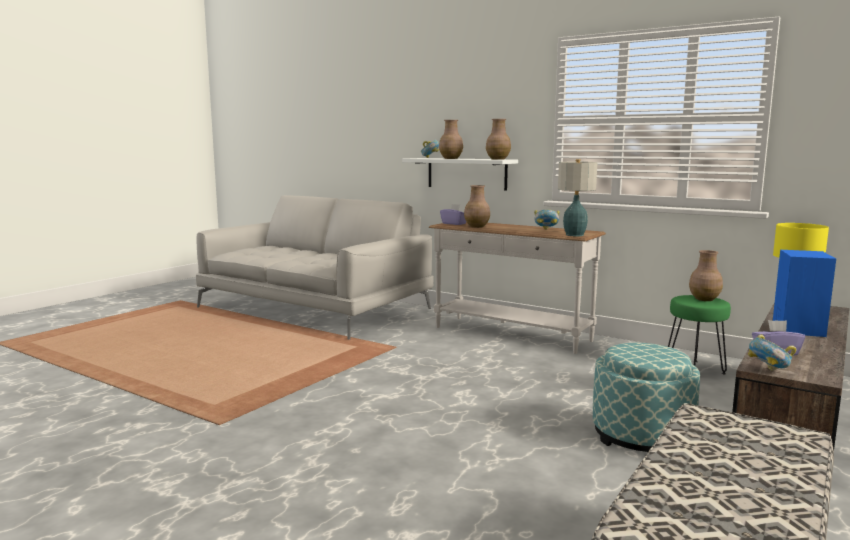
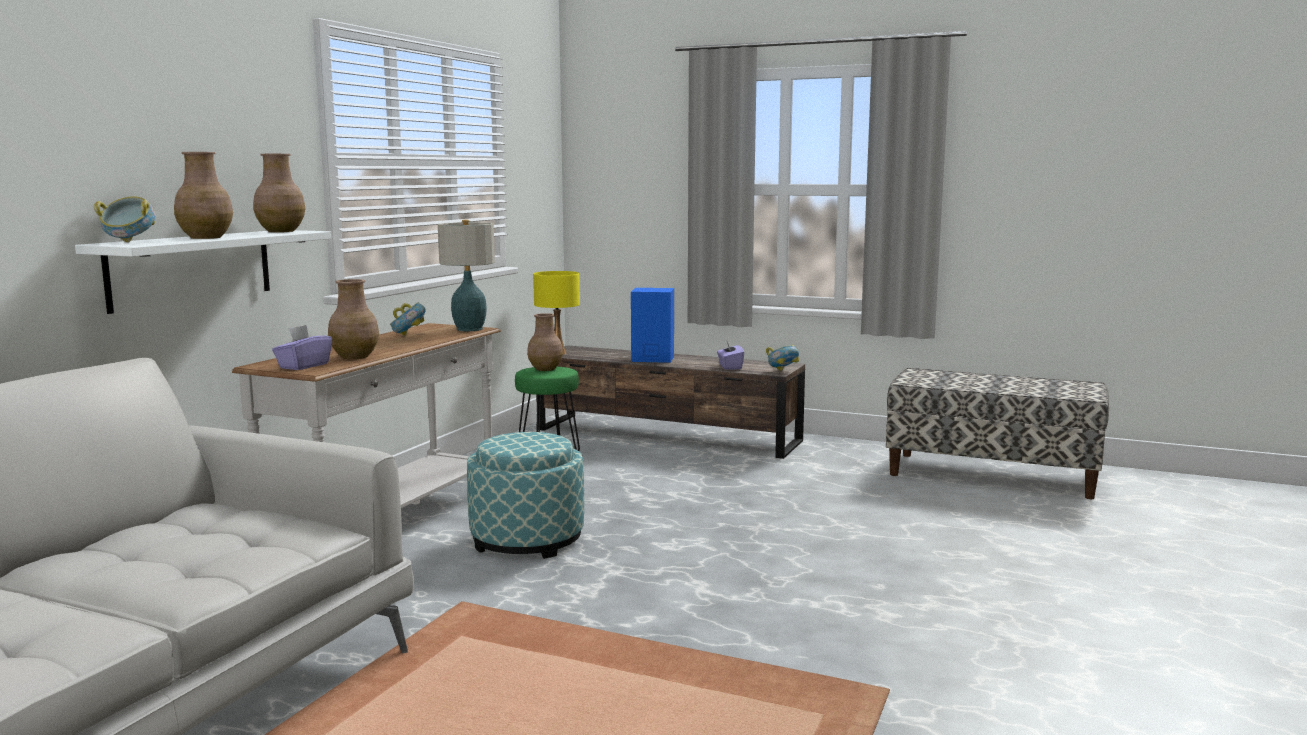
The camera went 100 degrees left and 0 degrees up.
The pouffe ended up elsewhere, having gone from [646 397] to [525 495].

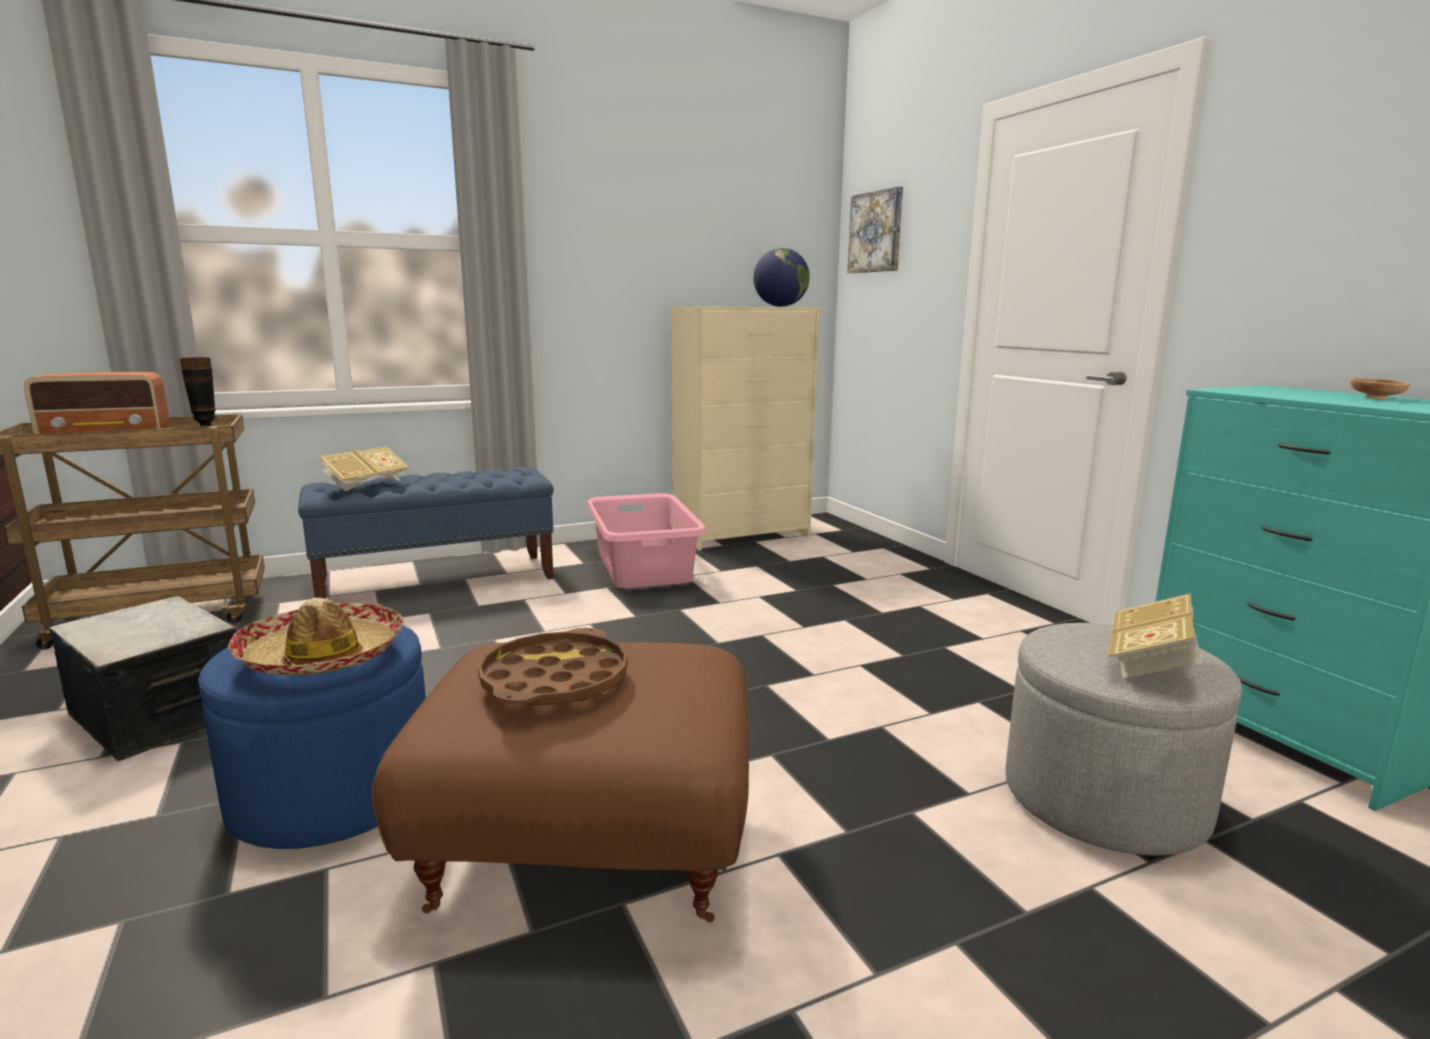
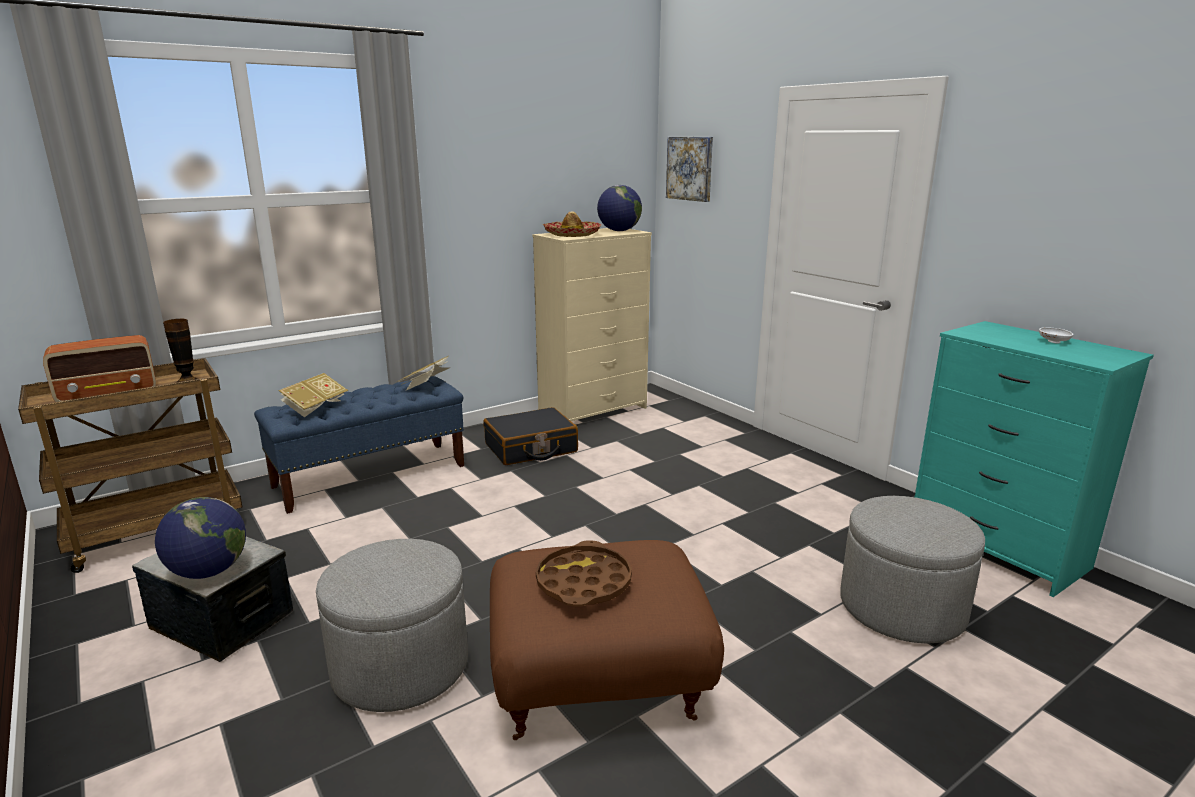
The camera went 10 degrees left and 5 degrees up.
What was the blue-coloured pouffe at [312 737] turned into the gray pouffe at [392 625].
The wearable hat ended up elsewhere, having gone from [315 636] to [571 224].
Where the pink-coloured washing basket stood at [646 540], the blackish suitcase came to stand at [531 436].
The book ended up elsewhere, having gone from [1155 636] to [423 373].
What was the brown-coloured serving bowl at [1380 388] turned into the white-coloured serving bowl at [1056 335].
The second view gained the world globe at [200 538].

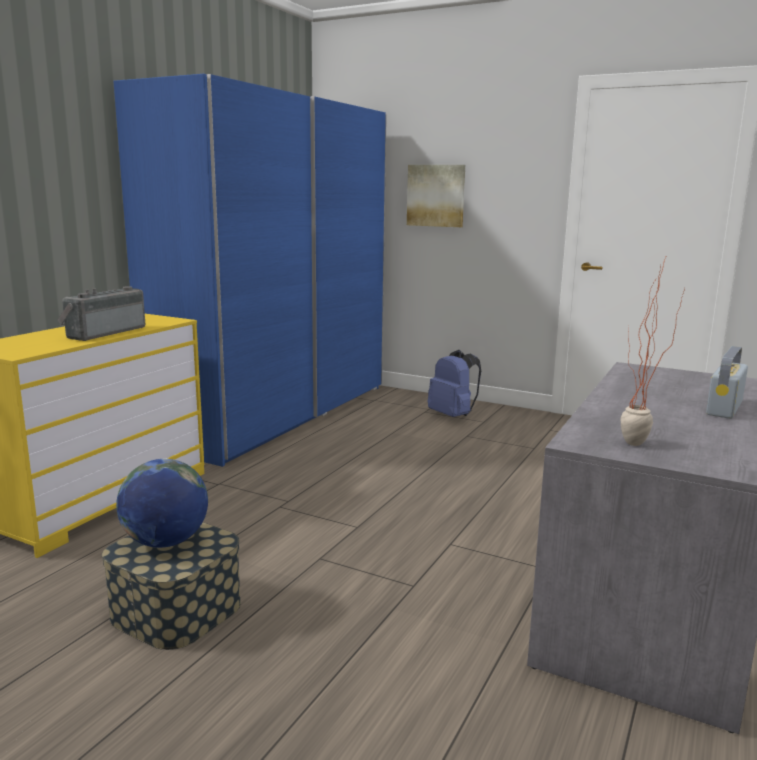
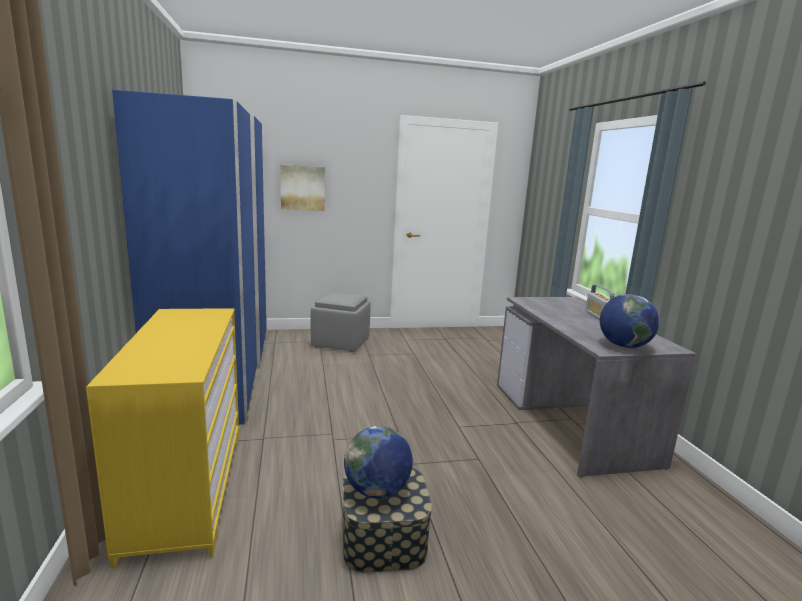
The camera went 40 degrees left and 0 degrees up.
The second view lost the radio at [101 313].
Where the blue-coloured backpack stood at [454 383], the gray pouffe came to stand at [341 322].
Where the houseplant stood at [652 350], the world globe came to stand at [629 321].

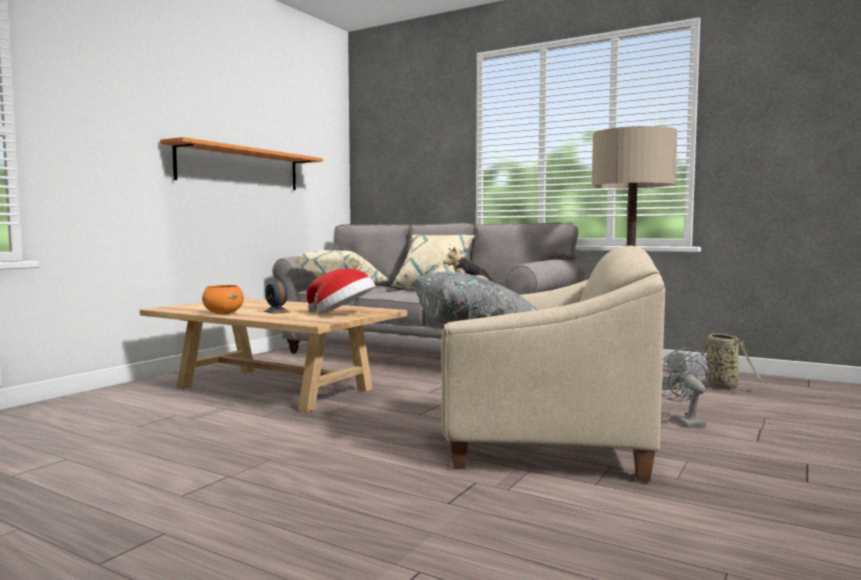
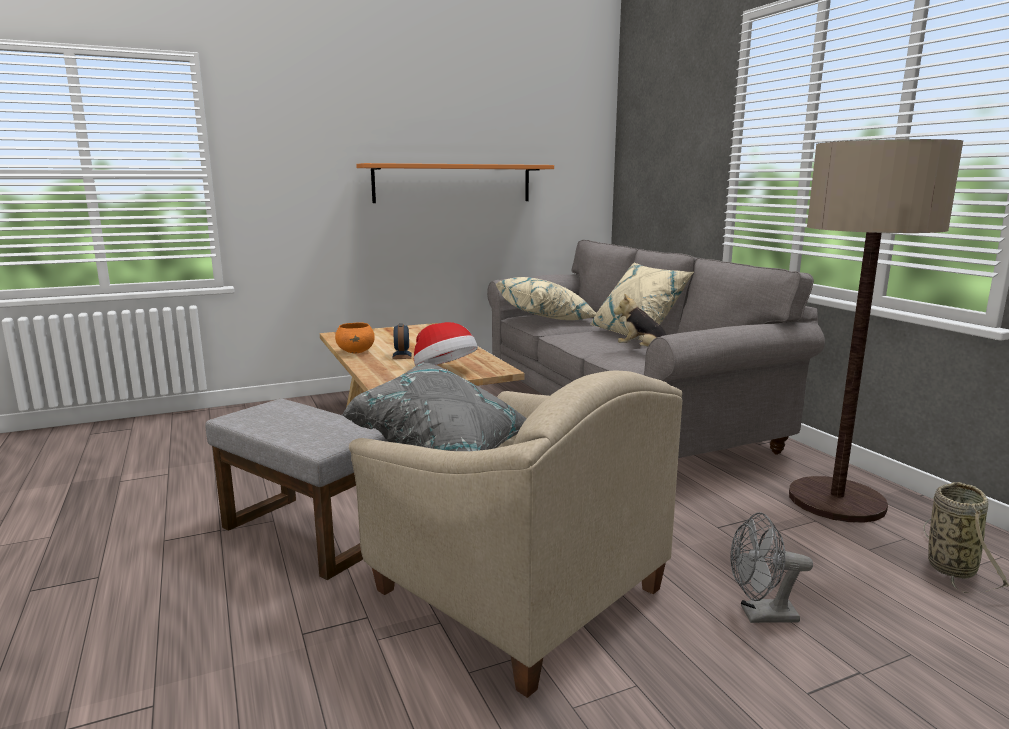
The camera went 35 degrees right and 10 degrees up.
The gray electric fan at [686 388] ended up facing another way, 120 degrees counterclockwise from before.
The second view gained the gray pouffe at [296 489].

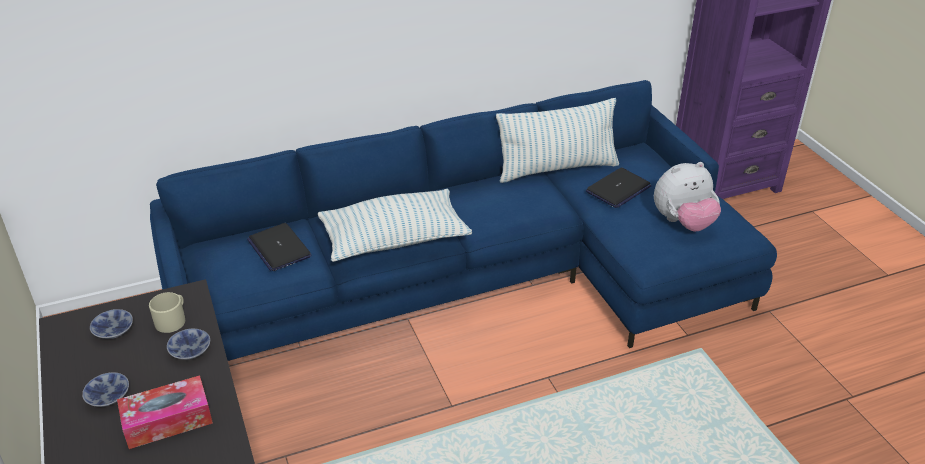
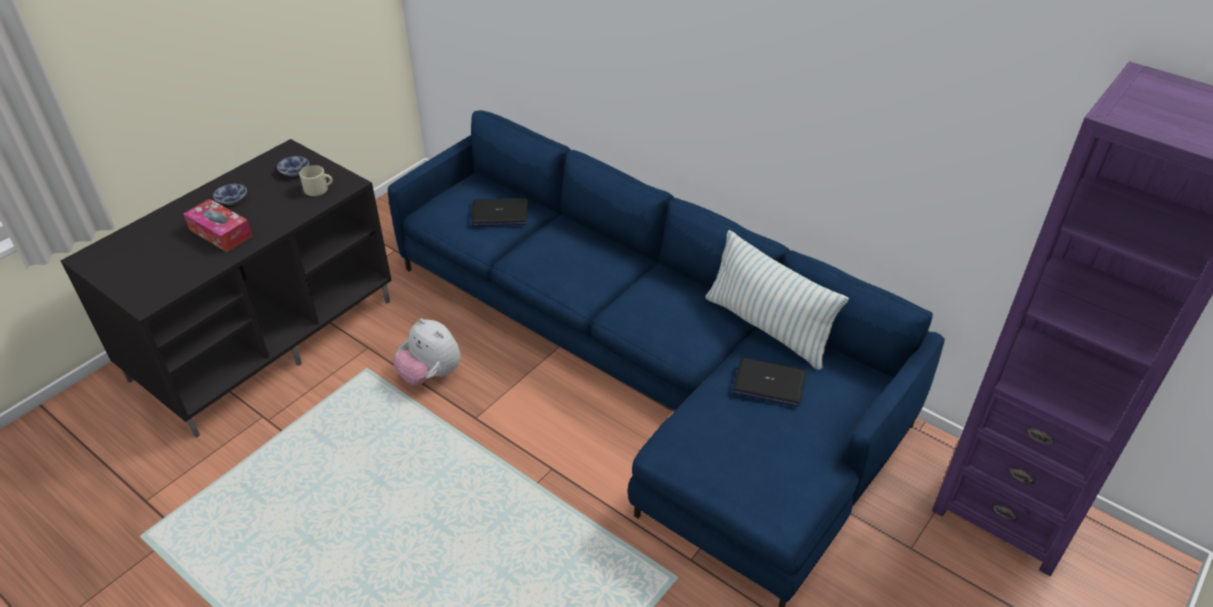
The camera went 60 degrees right and 5 degrees up.
The second view lost the serving bowl at [188 344].
The portable computer at [279 247] ended up facing another way, 120 degrees counterclockwise from before.
The second view lost the cushion at [395 225].
The soft toy ended up elsewhere, having gone from [687 196] to [427 351].

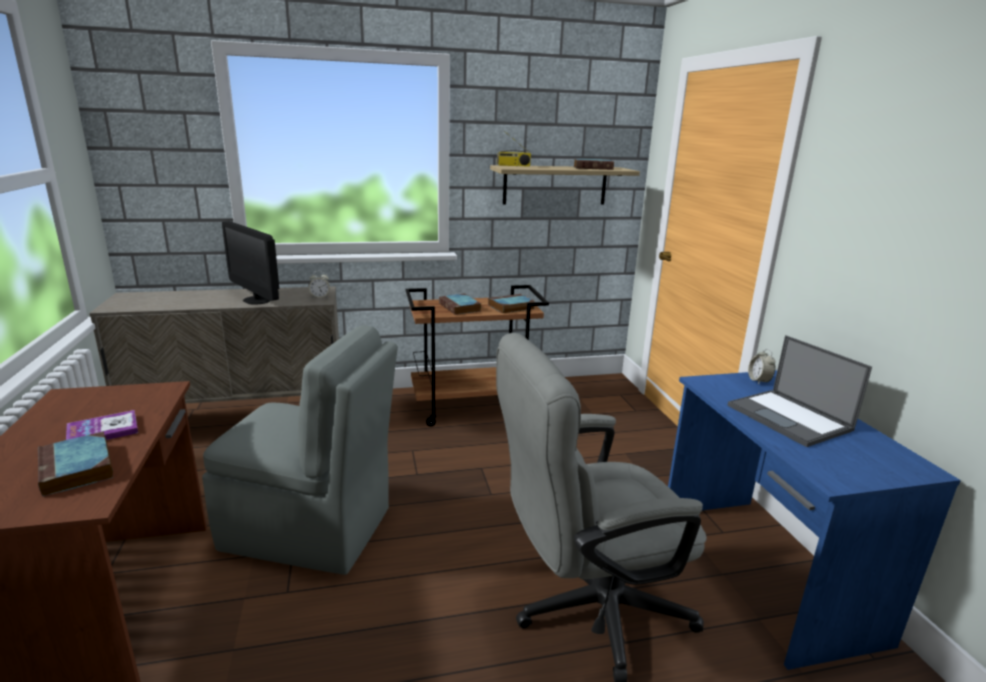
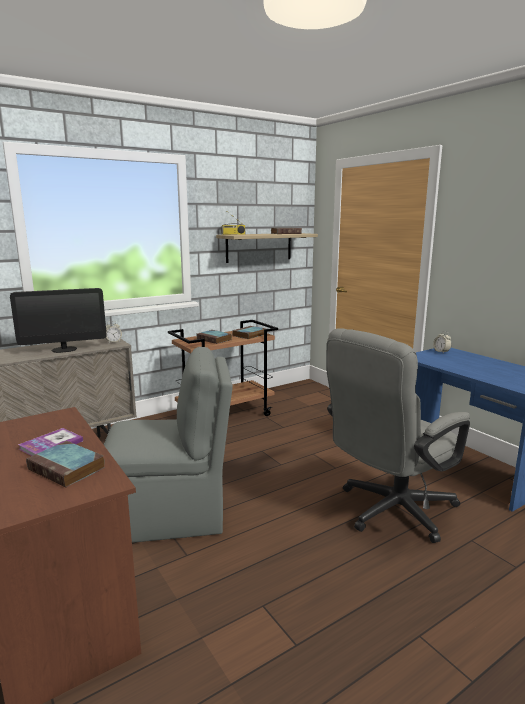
The camera went 20 degrees left and 5 degrees down.
The computer screen at [250 263] ended up facing another way, 45 degrees counterclockwise from before.
The second view lost the portable computer at [799 391].

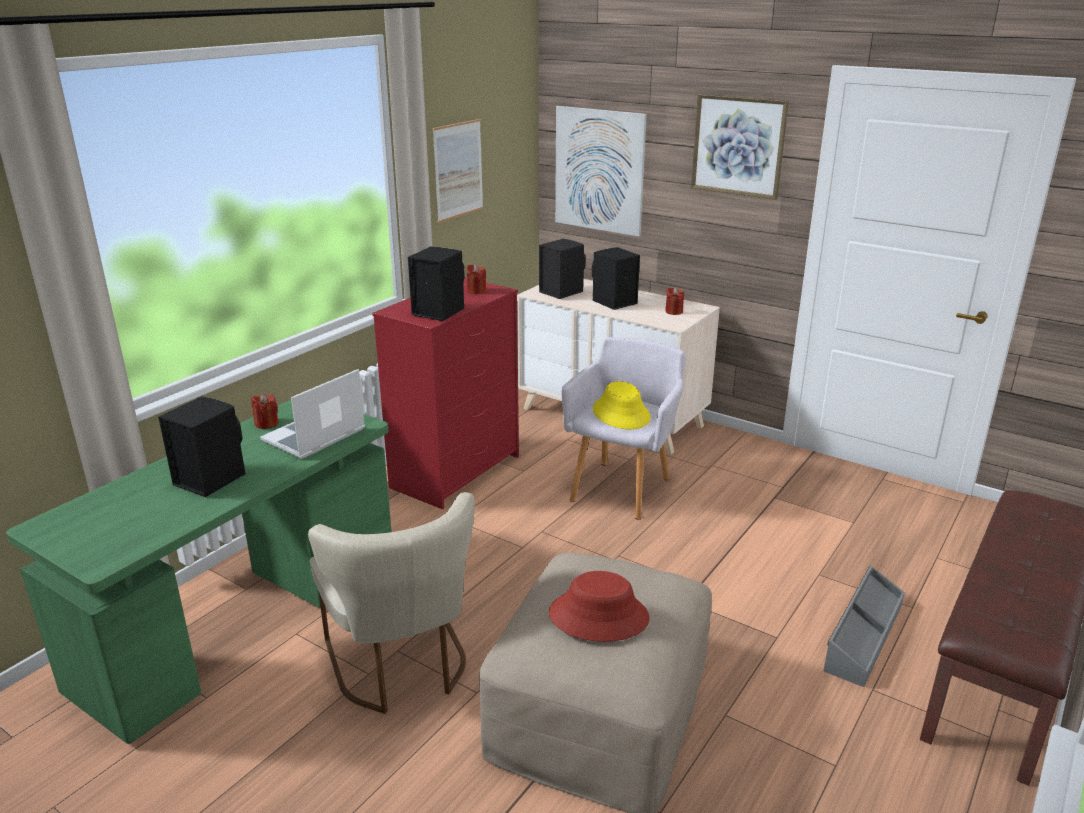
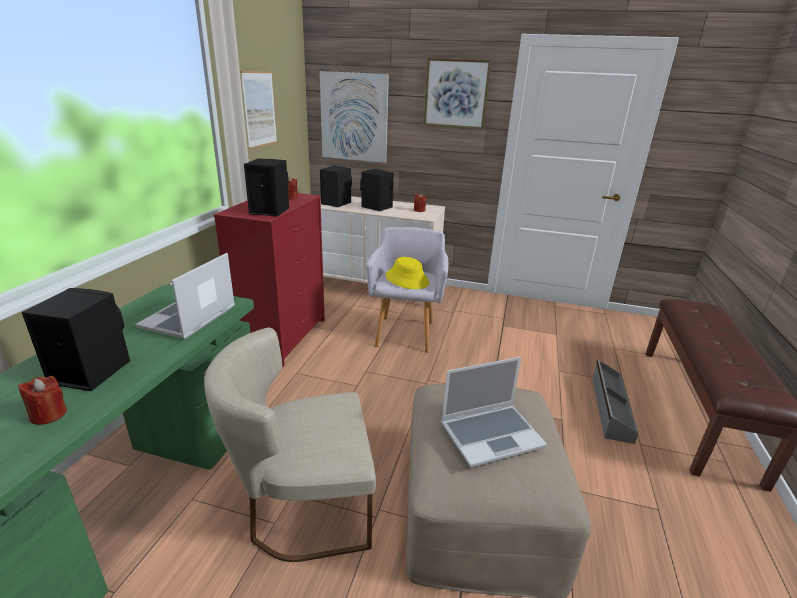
The camera went 20 degrees left and 0 degrees up.
The red wax candle ended up elsewhere, having gone from [265 411] to [42 400].
The beige chair at [391 603] ended up facing another way, 120 degrees clockwise from before.
Where the red wearable hat stood at [599 606], the portable computer came to stand at [494 412].

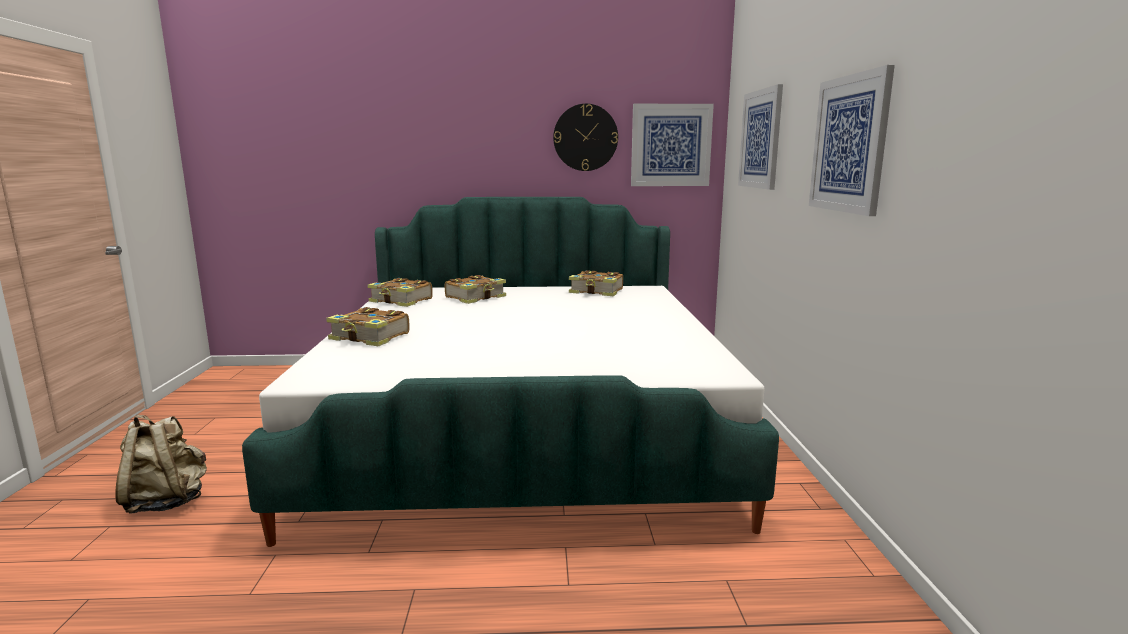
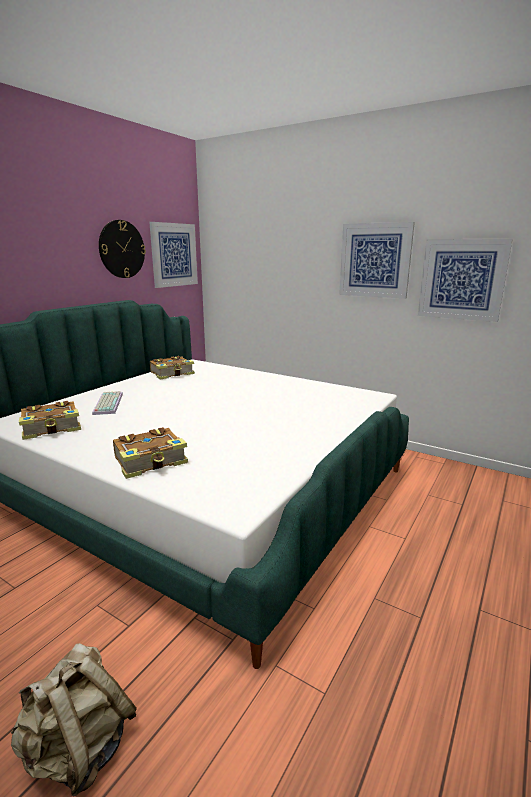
The camera went 55 degrees left and 5 degrees up.
Where the book stood at [475 289], the keyboard came to stand at [107 403].
The wall art ended up elsewhere, having gone from [760 137] to [465 280].

